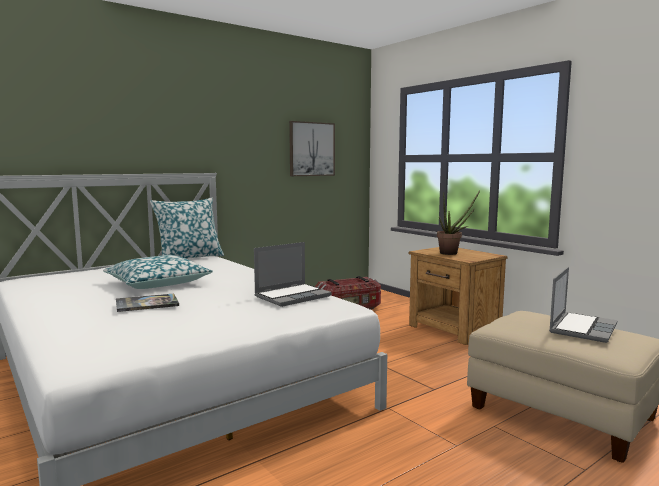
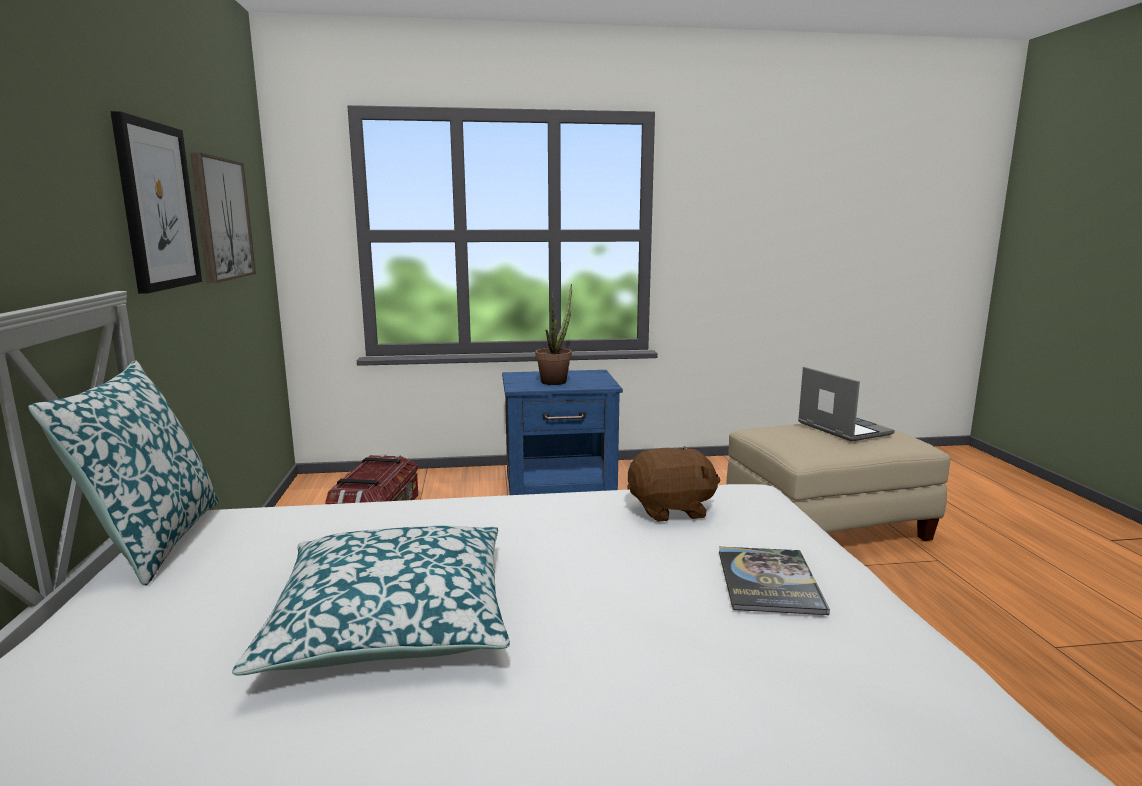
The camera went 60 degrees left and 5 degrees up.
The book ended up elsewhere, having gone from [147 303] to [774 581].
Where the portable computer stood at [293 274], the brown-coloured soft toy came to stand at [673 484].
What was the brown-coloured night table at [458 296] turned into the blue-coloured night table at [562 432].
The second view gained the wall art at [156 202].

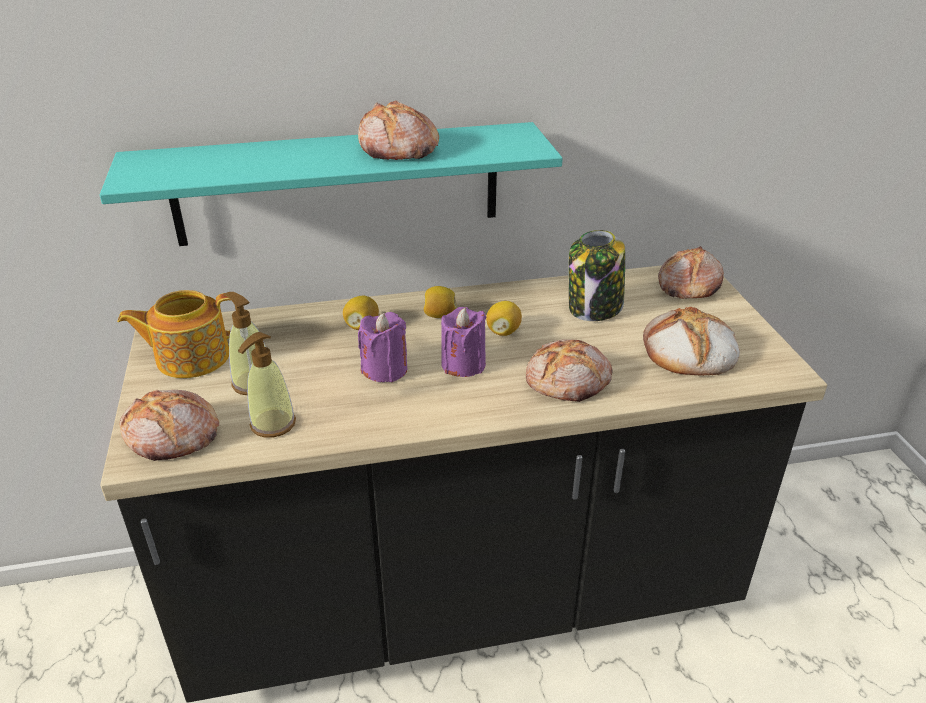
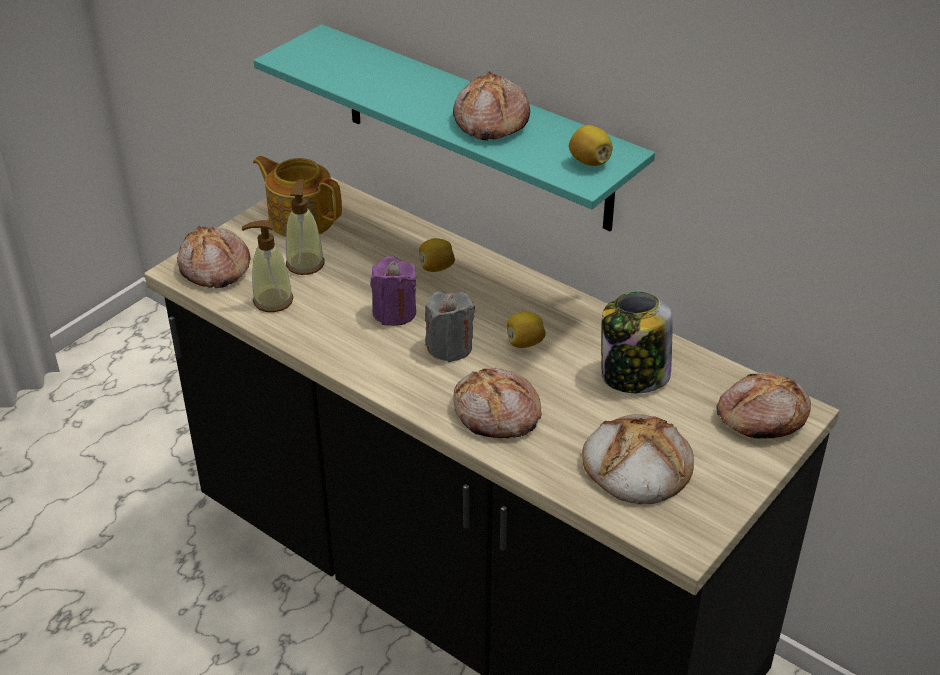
The camera went 50 degrees right and 5 degrees up.
The whole lemon ended up elsewhere, having gone from [440 302] to [591 145].
What was the purple-coloured wax candle at [463 342] turned into the gray wax candle at [450 326].

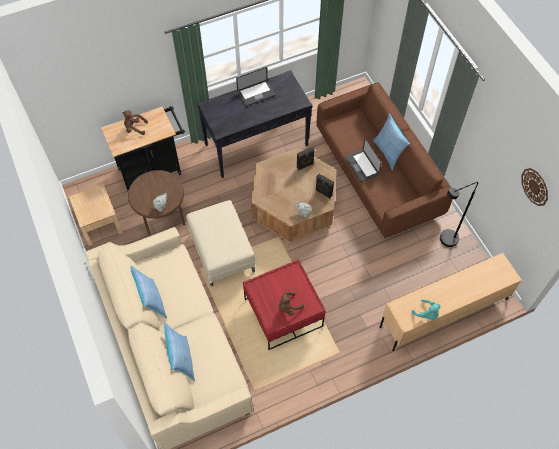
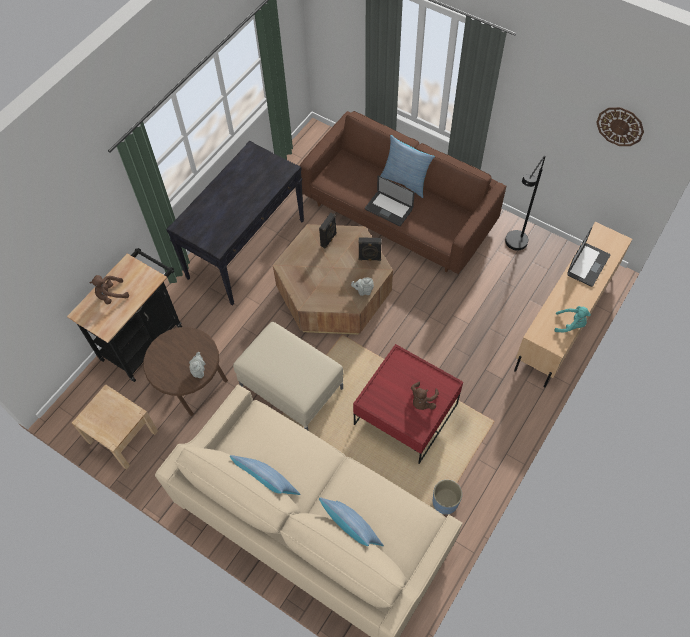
The camera went 30 degrees left and 0 degrees up.
The portable computer ended up elsewhere, having gone from [256 86] to [588 257].
The second view gained the blue-coloured plant pot at [447 497].

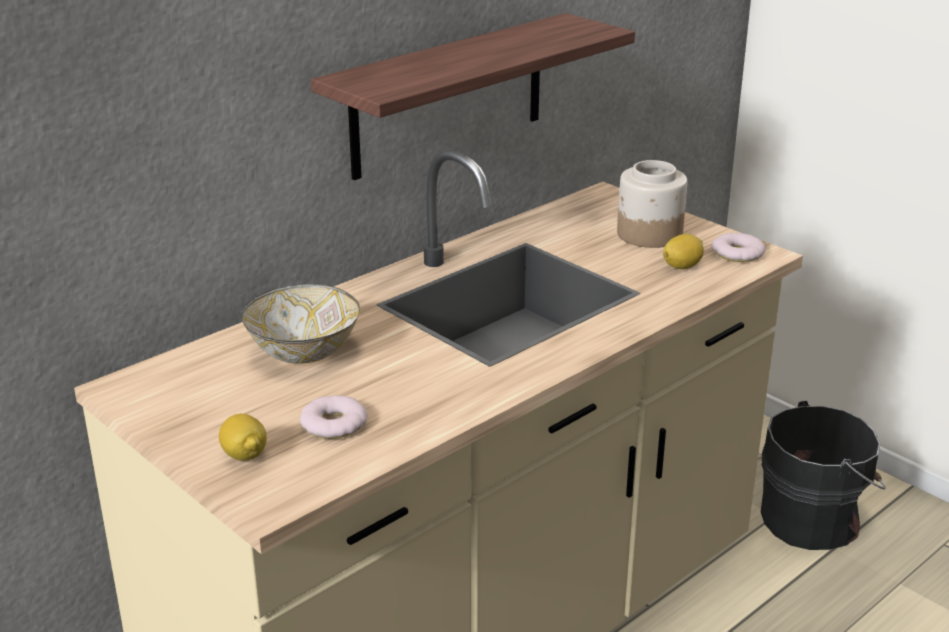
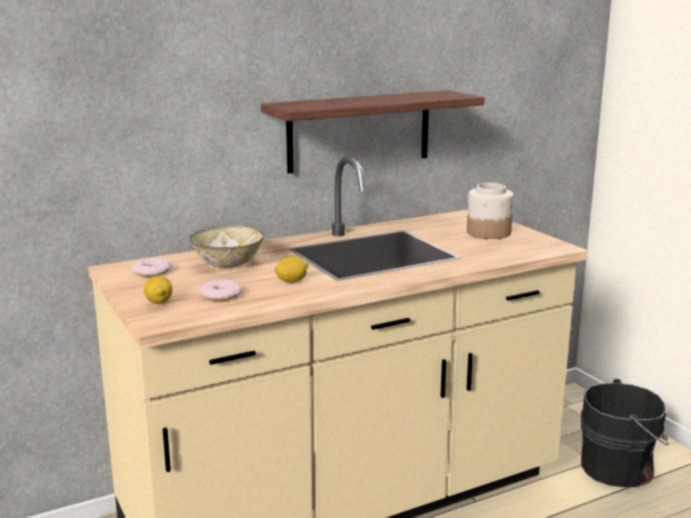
The camera went 15 degrees right and 10 degrees down.
The whole lemon ended up elsewhere, having gone from [683 251] to [292 269].
The ring doughnut ended up elsewhere, having gone from [739 247] to [151 267].

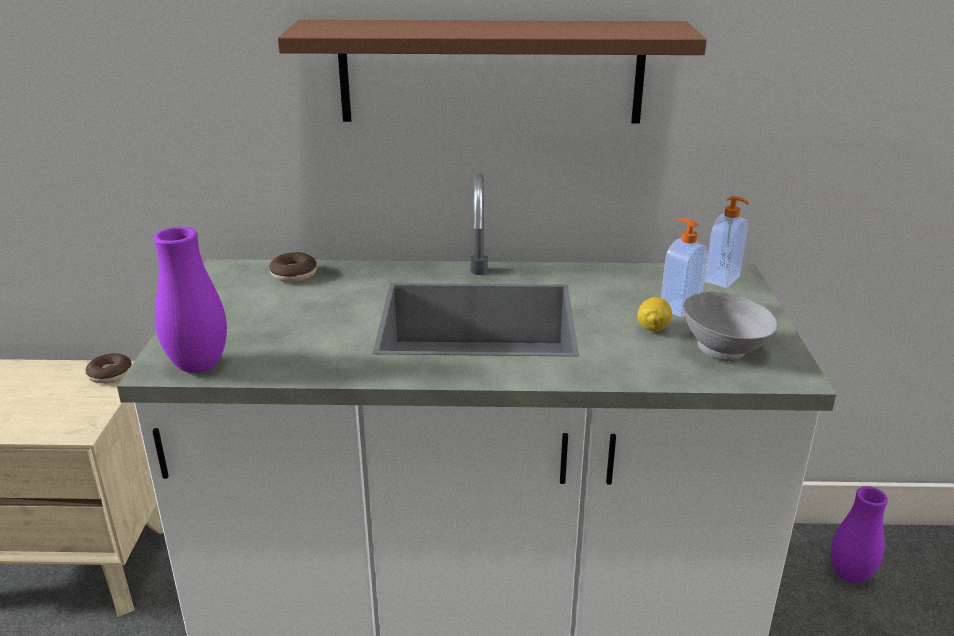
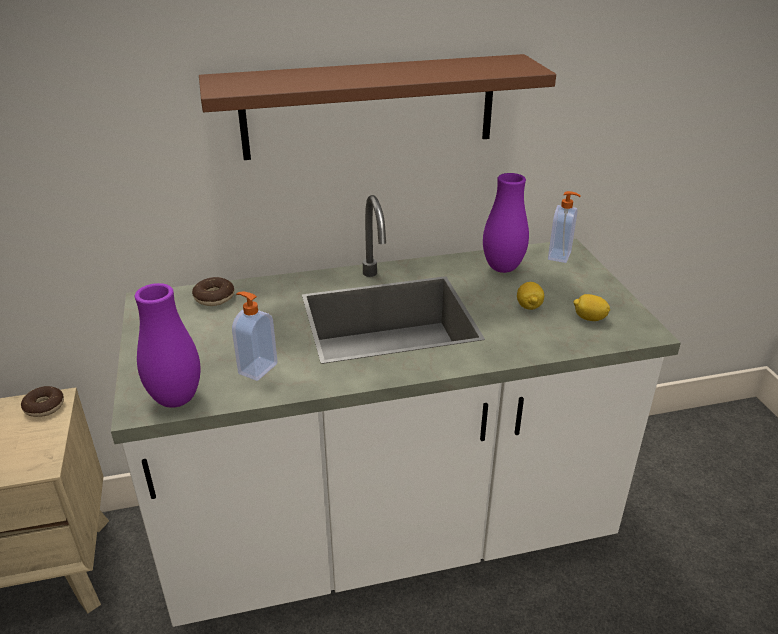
The camera went 15 degrees left and 5 degrees up.
The liquid soap bottle ended up elsewhere, having gone from [684 267] to [255 336].
Where the gray serving bowl stood at [730 326], the whole lemon came to stand at [592 307].
The purple-coloured flower vase ended up elsewhere, having gone from [859 534] to [506 223].

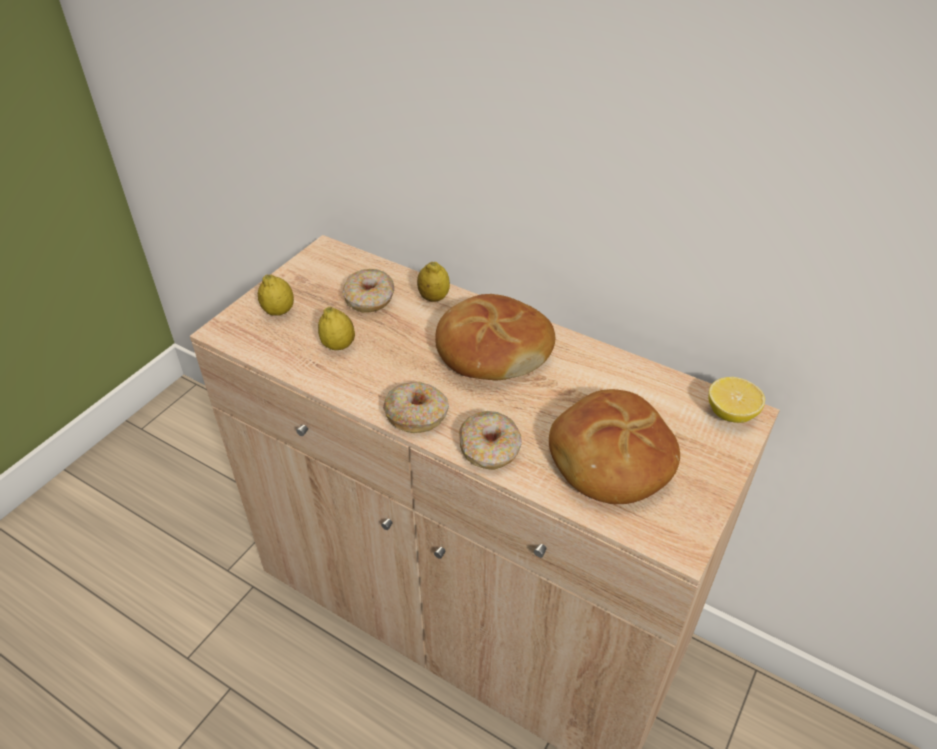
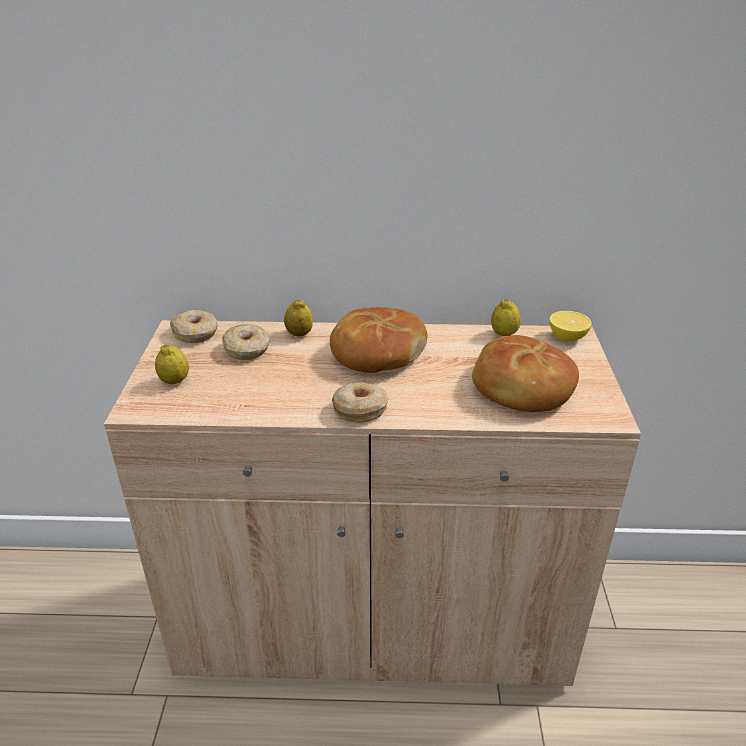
The camera went 30 degrees left and 10 degrees down.
The whole lemon ended up elsewhere, having gone from [336 328] to [506 317].
The ring doughnut ended up elsewhere, having gone from [490 440] to [193 326].

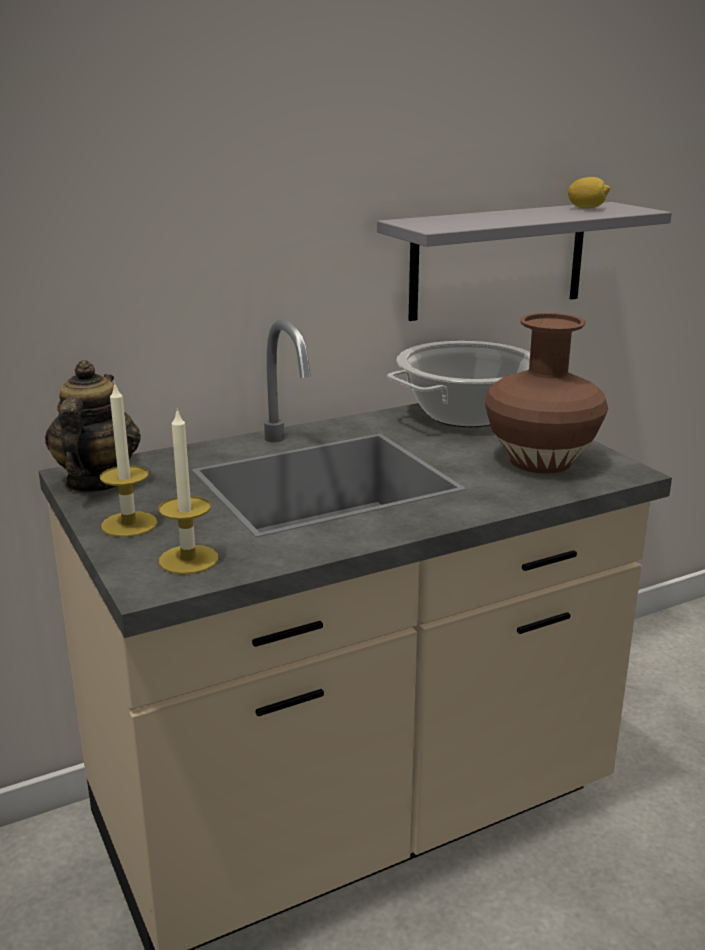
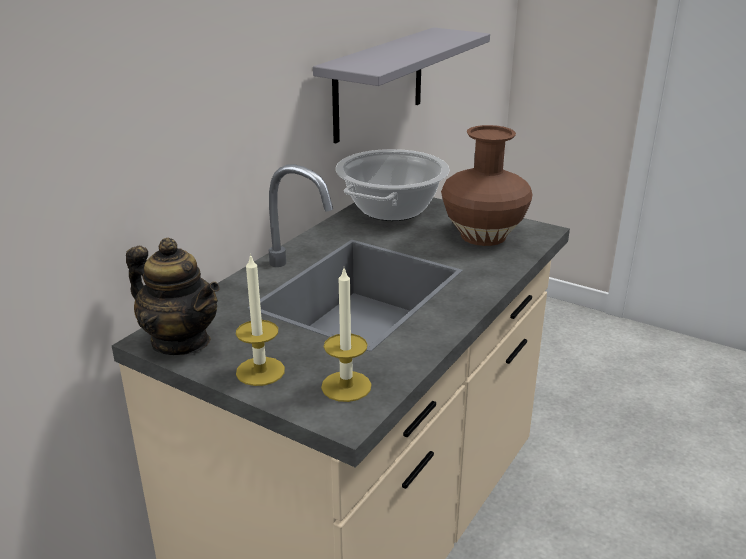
The camera went 30 degrees left and 5 degrees up.
The teapot at [93 426] ended up facing another way, 150 degrees clockwise from before.
The second view lost the whole lemon at [589 193].

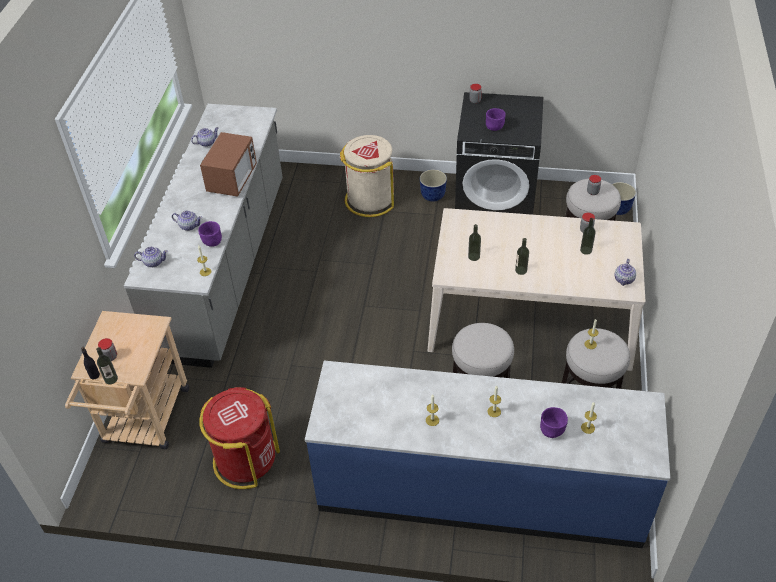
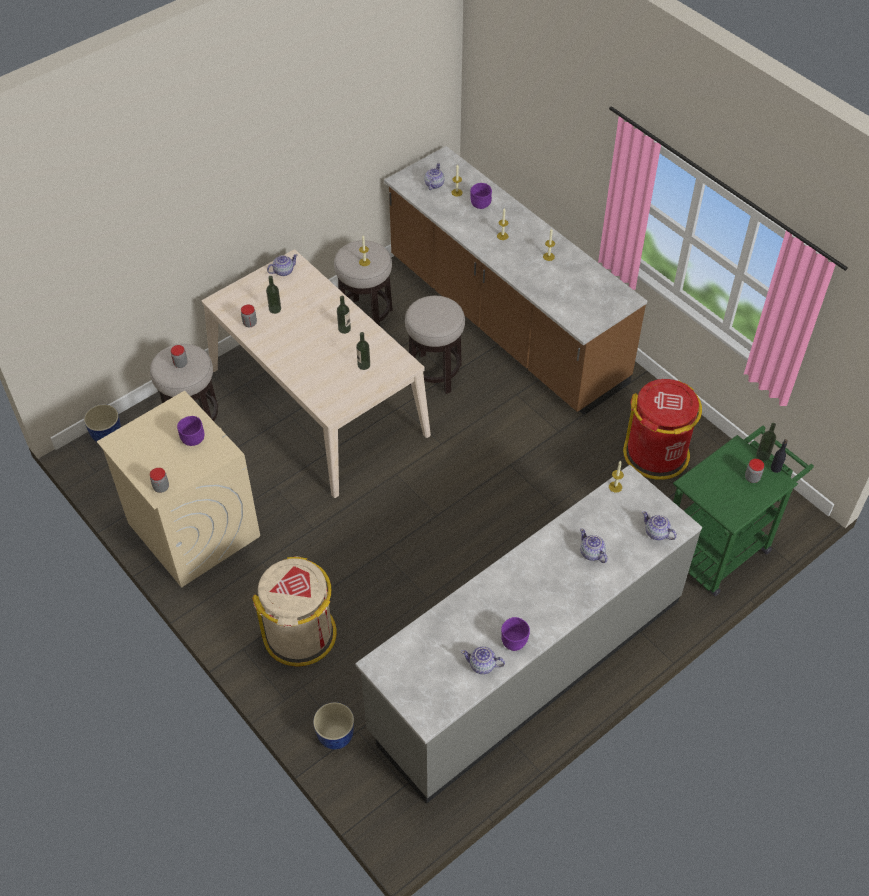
The camera went 140 degrees left and 5 degrees up.
What was the beige wheeled cart at [127 380] turned into the greenish wheeled cart at [743 511].
The purple-coloured serving bowl ended up elsewhere, having gone from [210 234] to [515 634].
The second view lost the microwave at [228 164].
What was the blue-coloured kitchen base unit at [487 454] turned into the brown-coloured kitchen base unit at [515 280].
The plant pot ended up elsewhere, having gone from [433 185] to [333 725].
What was the blackish laundry appliance at [499 153] turned into the beige laundry appliance at [178 489].
The second view gained the teapot at [434 176].

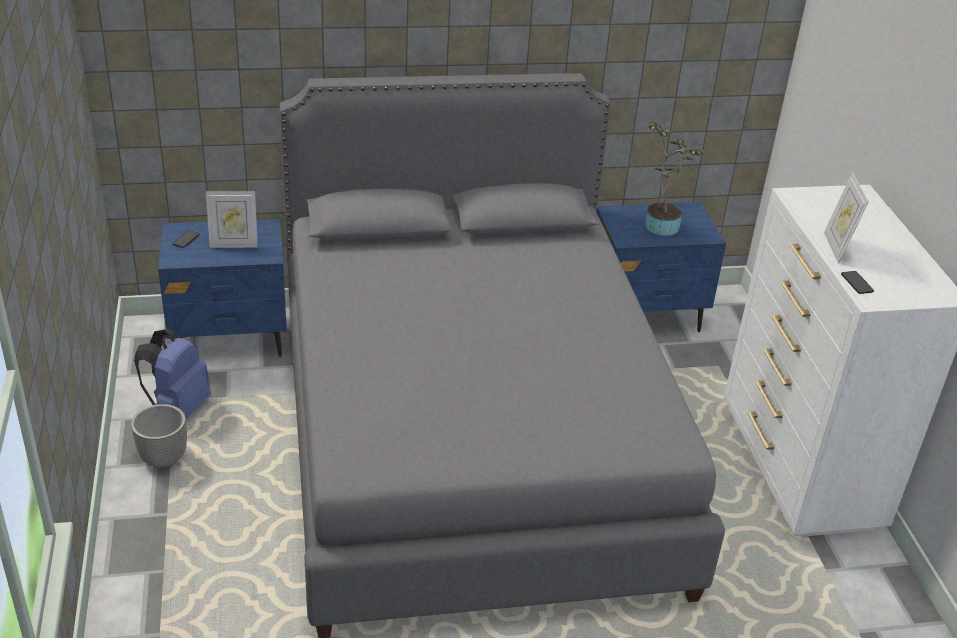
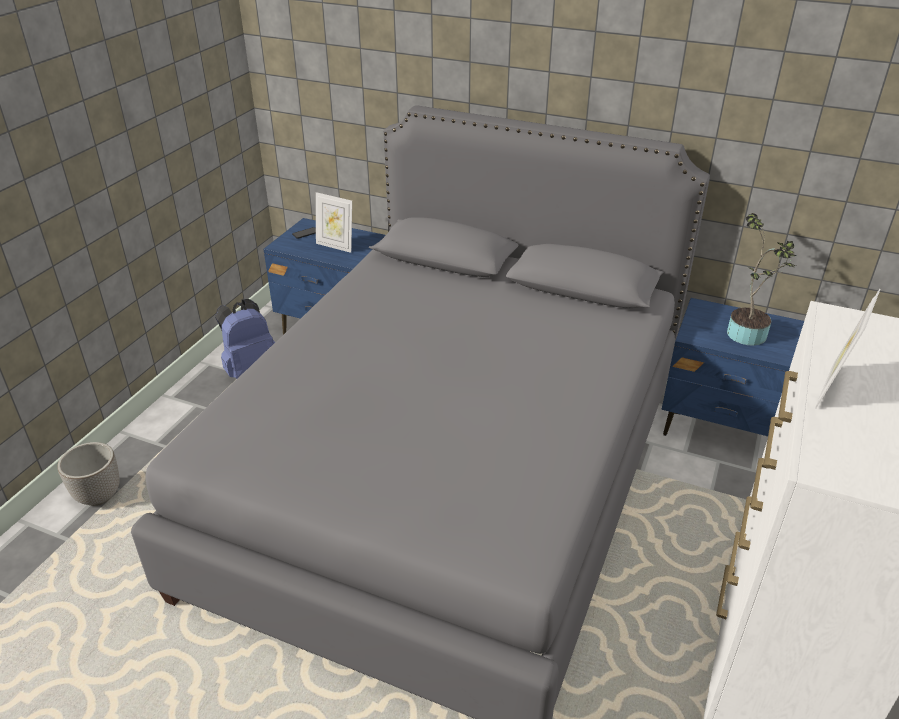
The camera went 35 degrees right and 0 degrees up.
The plant pot ended up elsewhere, having gone from [159 436] to [88 474].
The second view lost the handset at [857 282].

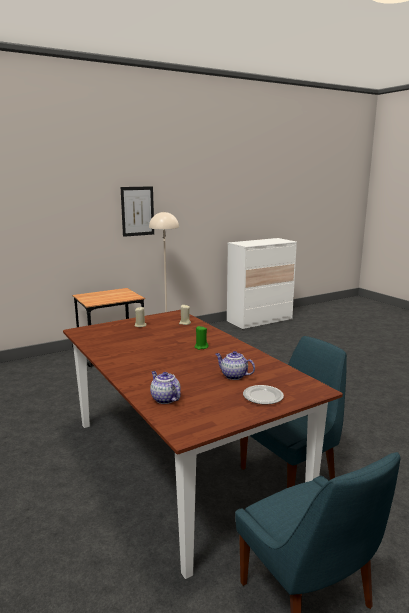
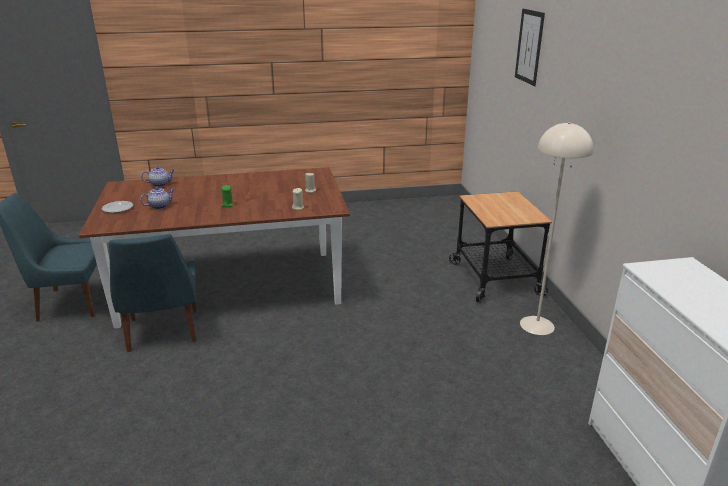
The camera went 110 degrees right and 10 degrees up.
The wall art ended up elsewhere, having gone from [137 211] to [530 47].

